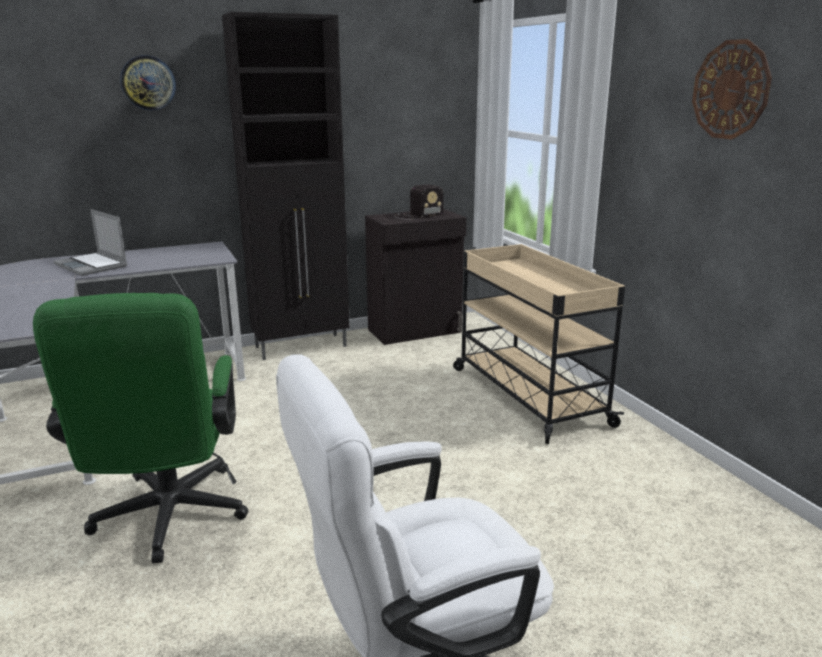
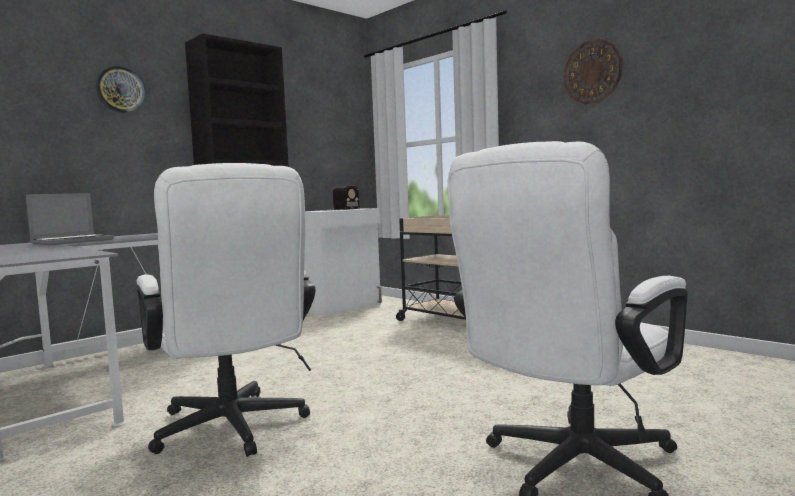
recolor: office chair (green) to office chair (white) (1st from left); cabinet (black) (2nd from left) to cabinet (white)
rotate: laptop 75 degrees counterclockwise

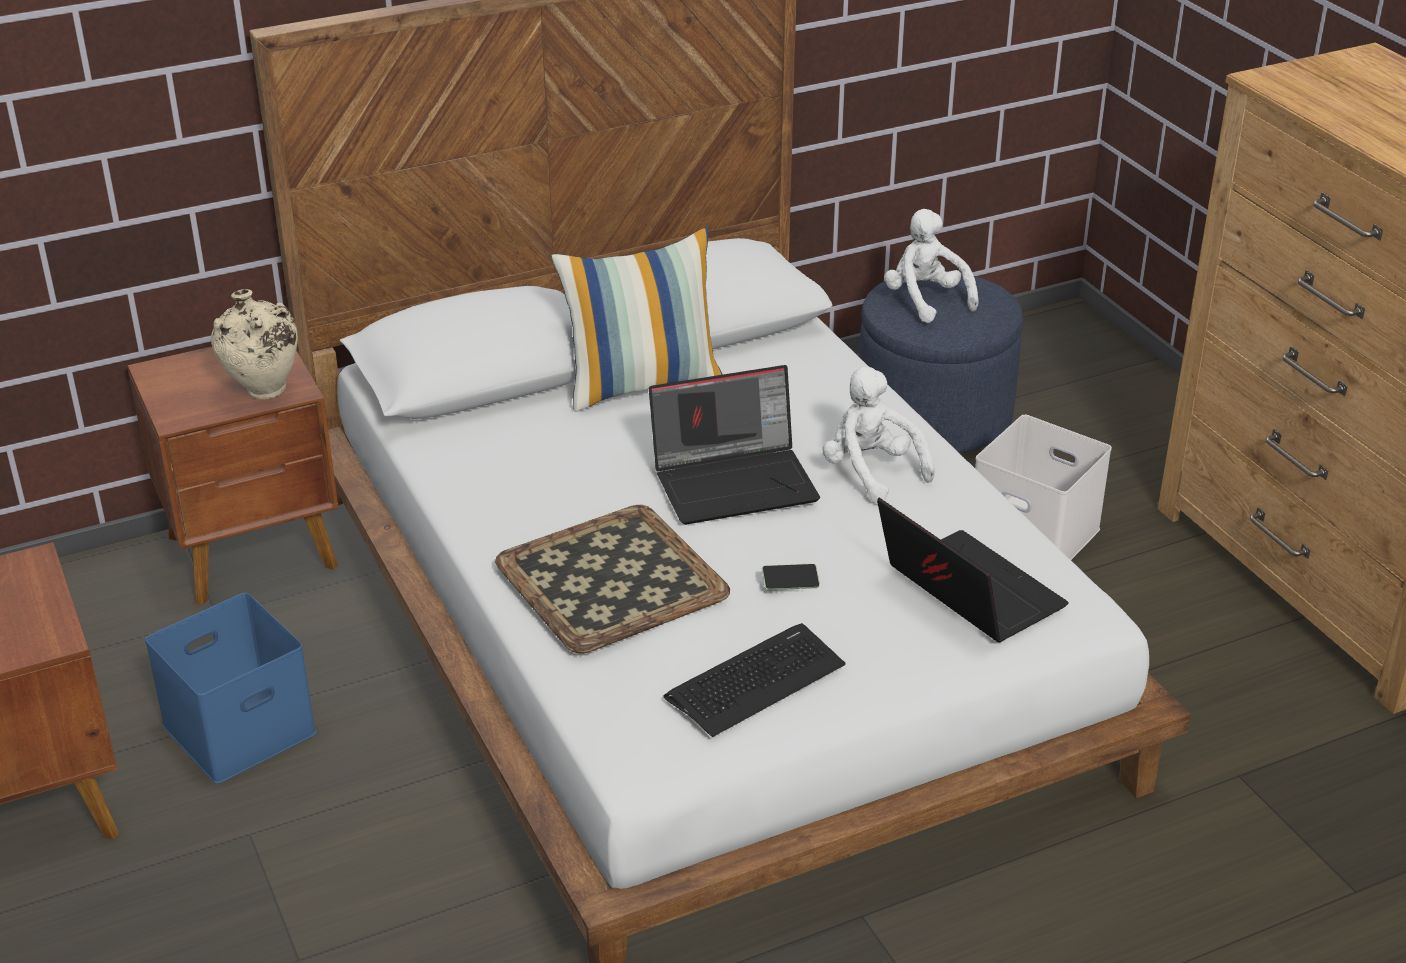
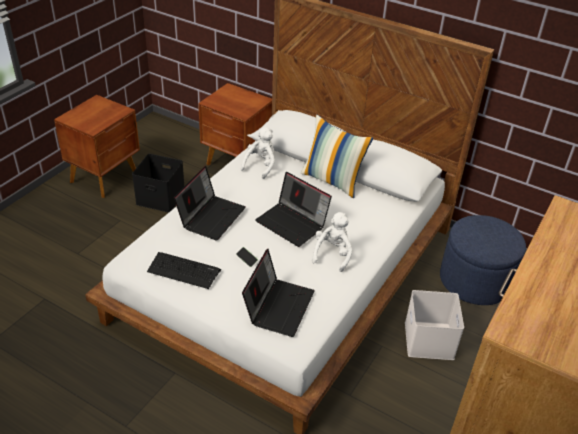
delete: vase (beige)
move: plush toy (white) (2nd from left in the first image) to plush toy (white) (1st from left)
replace: tray to laptop (1st from left)
recolor: storage box (blue) to storage box (black)

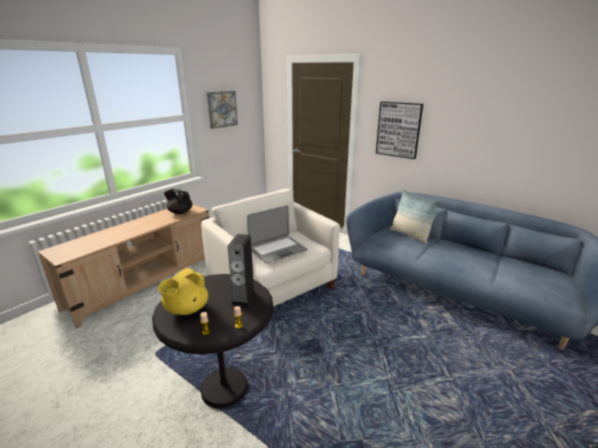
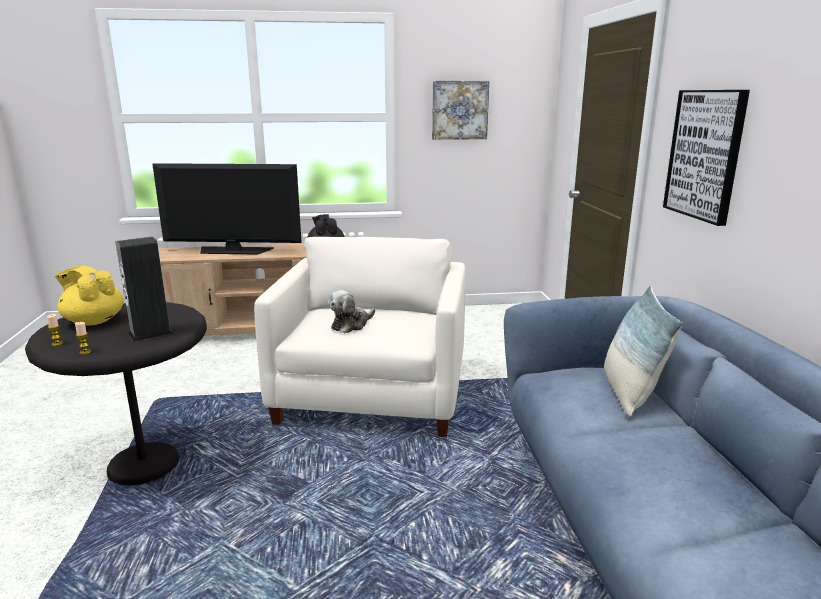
insert: television
replace: laptop to plush toy
rotate: teapot (yellow) 45 degrees clockwise

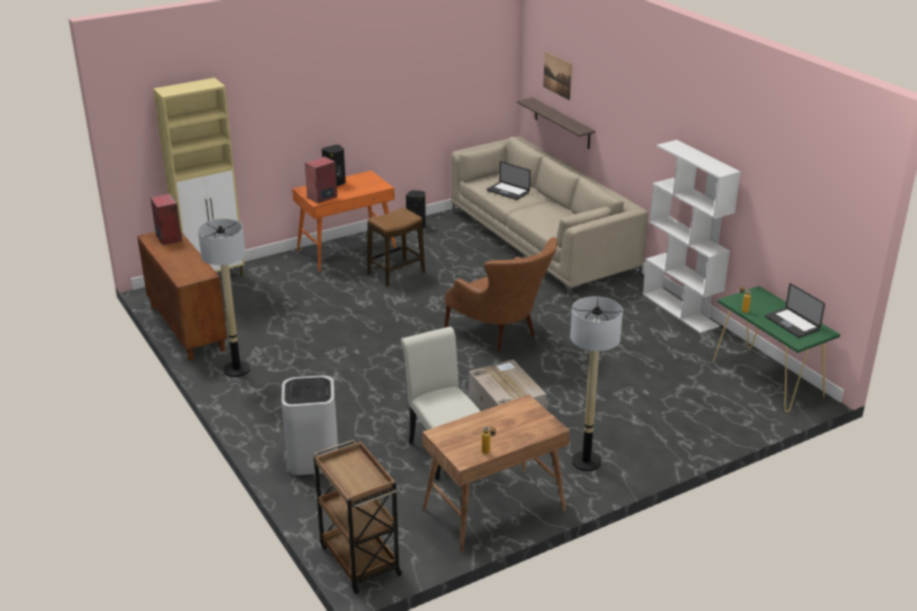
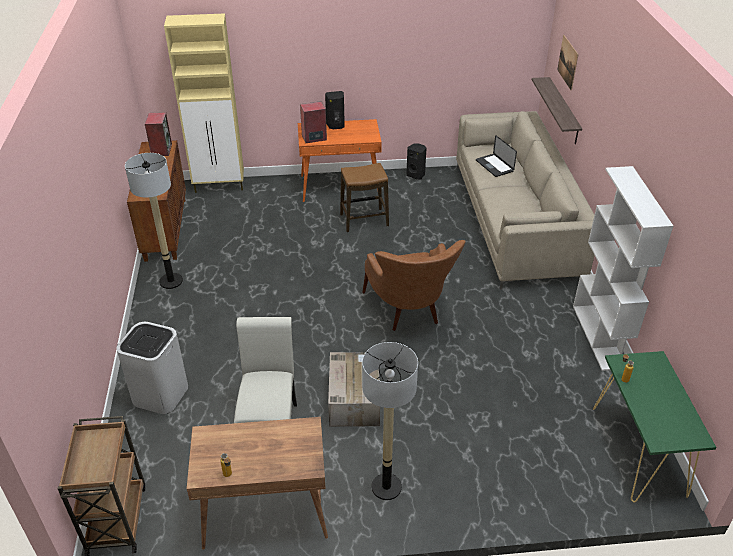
delete: laptop (2nd from left)

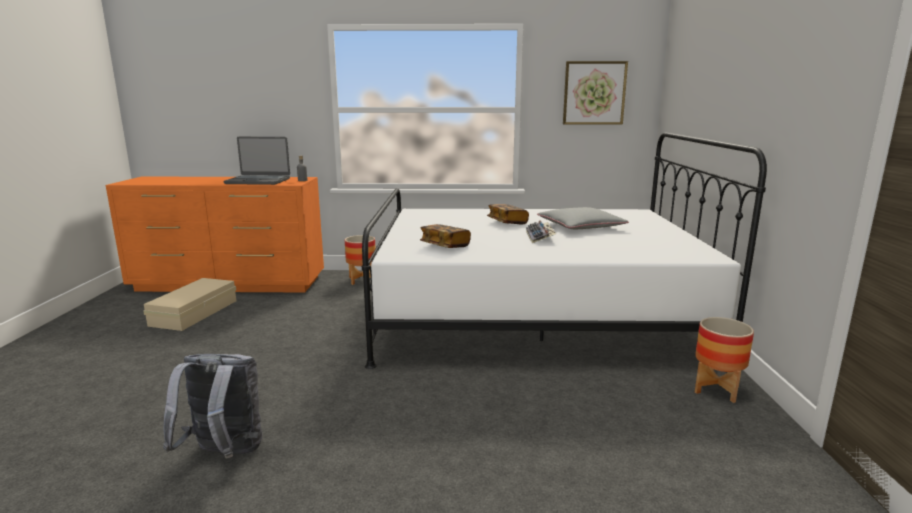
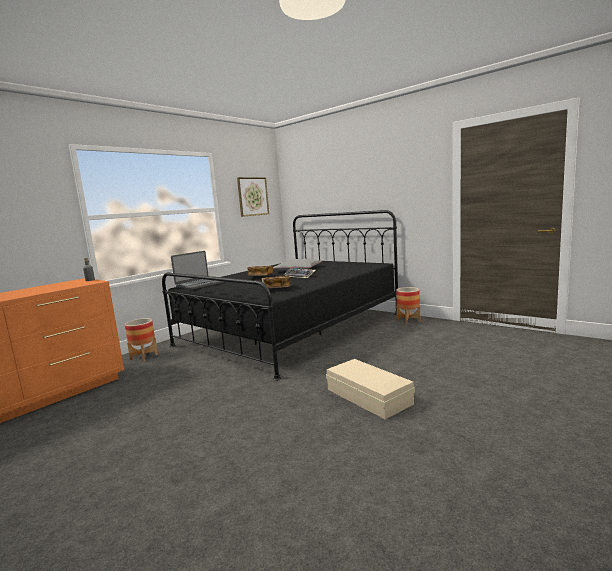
delete: backpack (grey)
move: storage box (beige); laptop
recolor: bed (white) to bed (black)

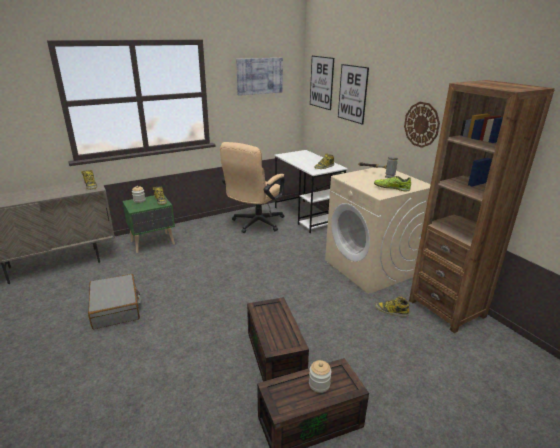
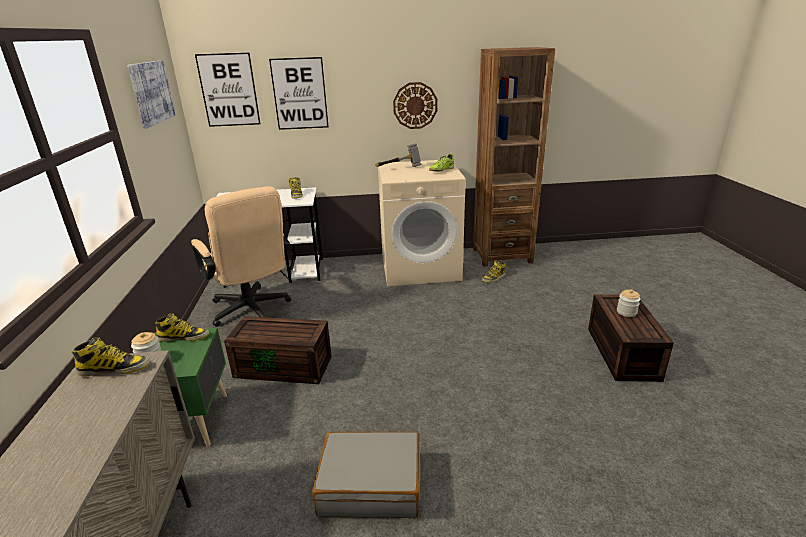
move: storage box (brown) (1st from left)

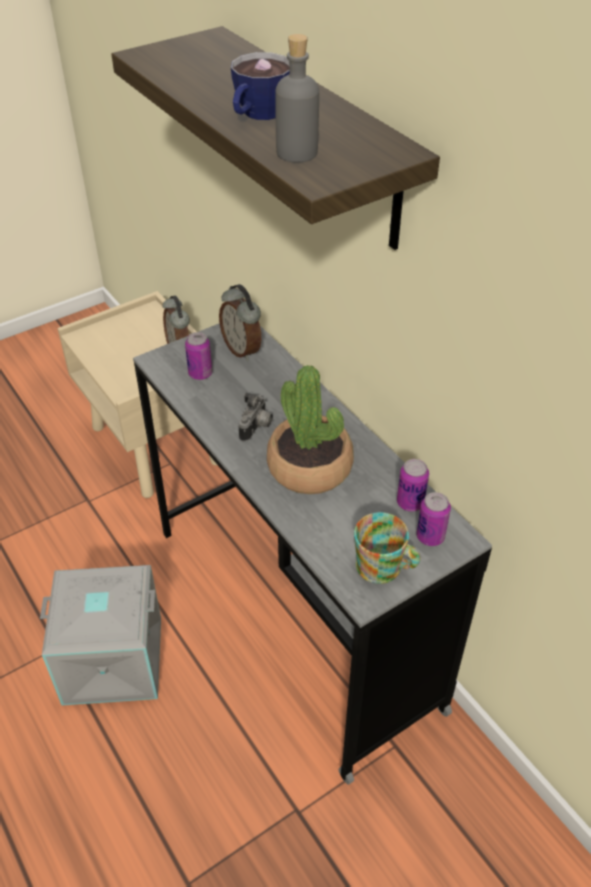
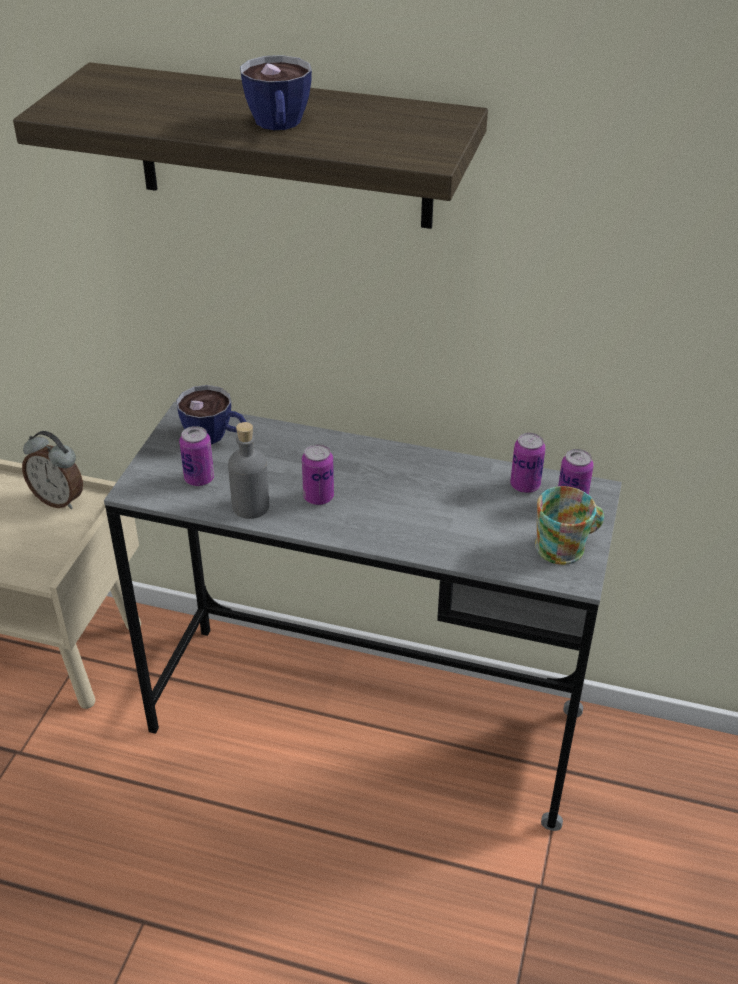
delete: storage box (grey); potted plant
move: bottle (grey)
replace: alarm clock (2nd from left) to cup (1st from left); photo camera to can (2nd from left)

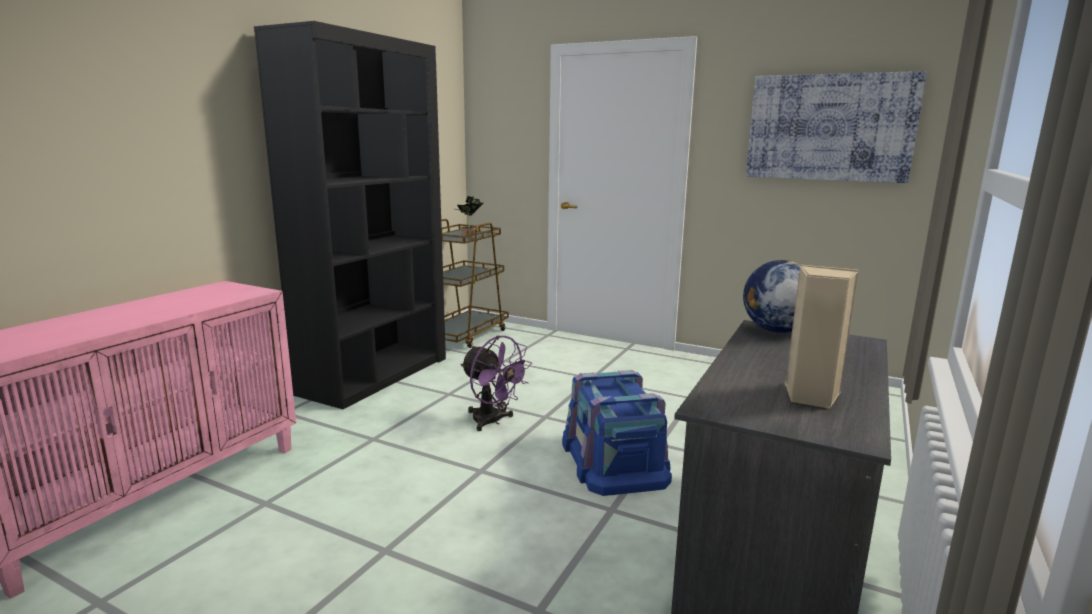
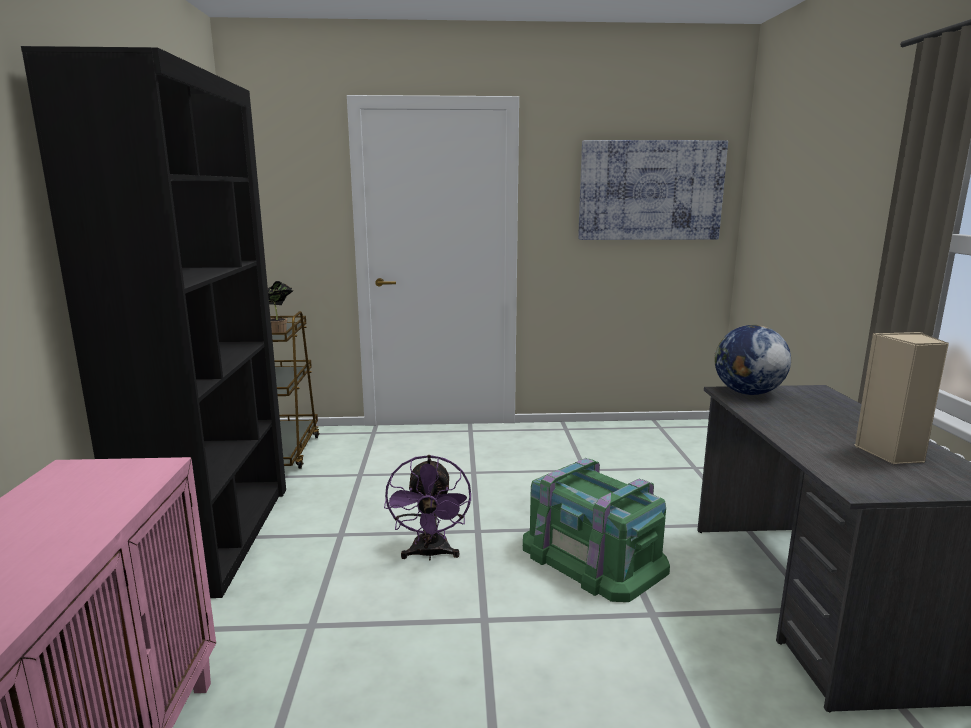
recolor: storage box (blue) to storage box (green)
rotate: fan (purple) 75 degrees clockwise

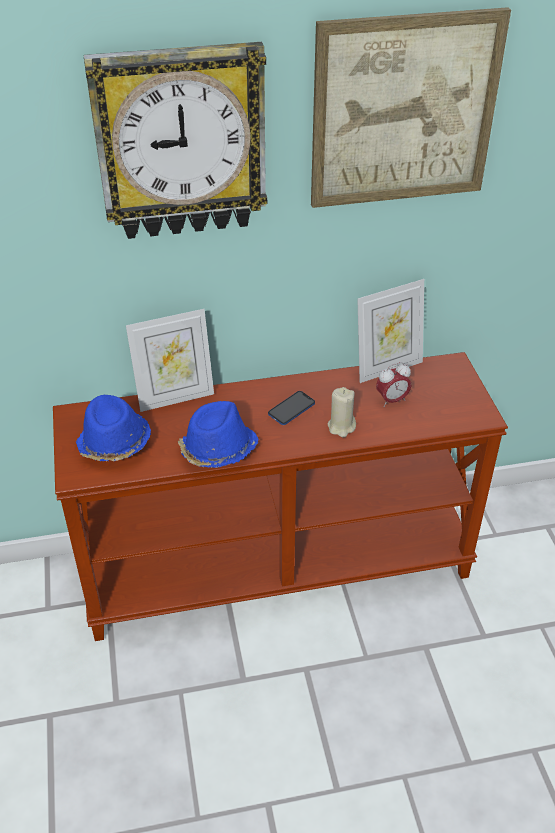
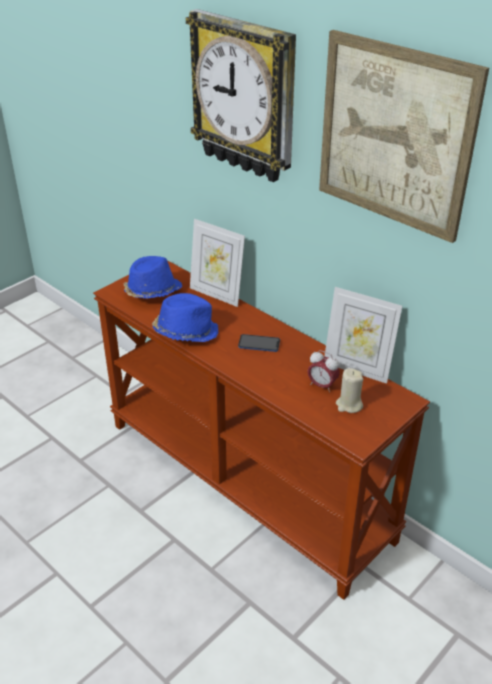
move: candle (beige)

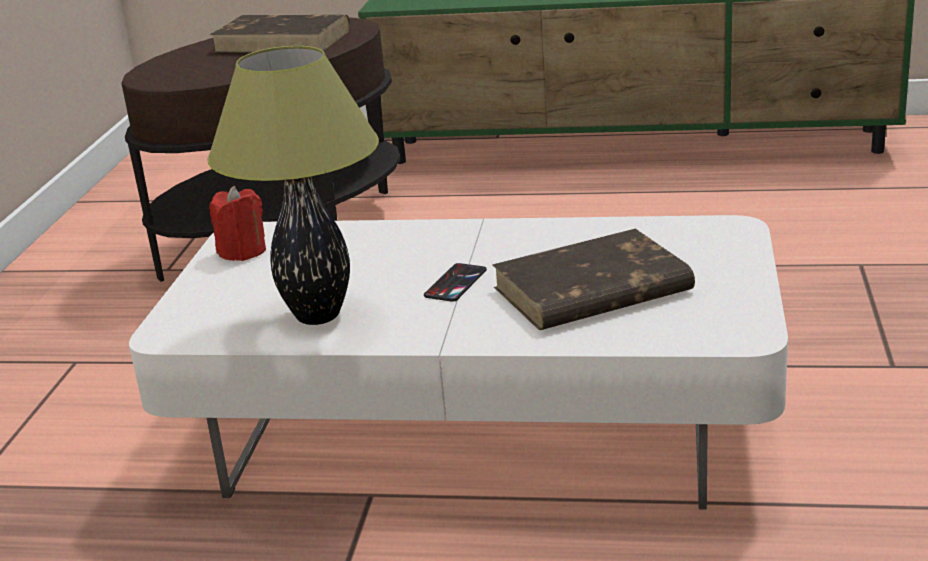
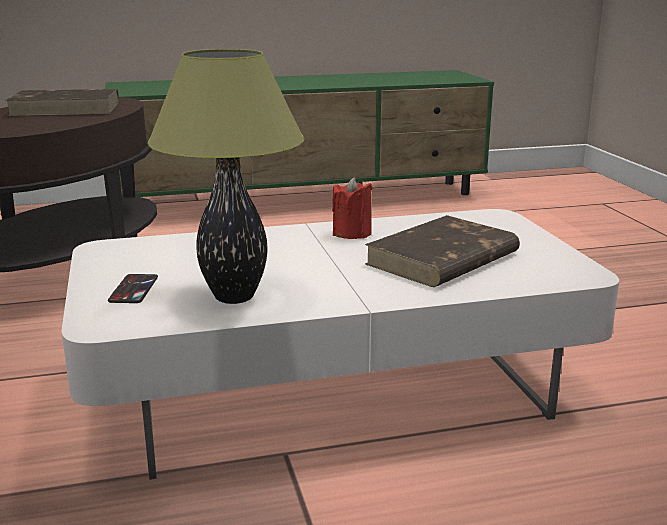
move: candle (red); phone

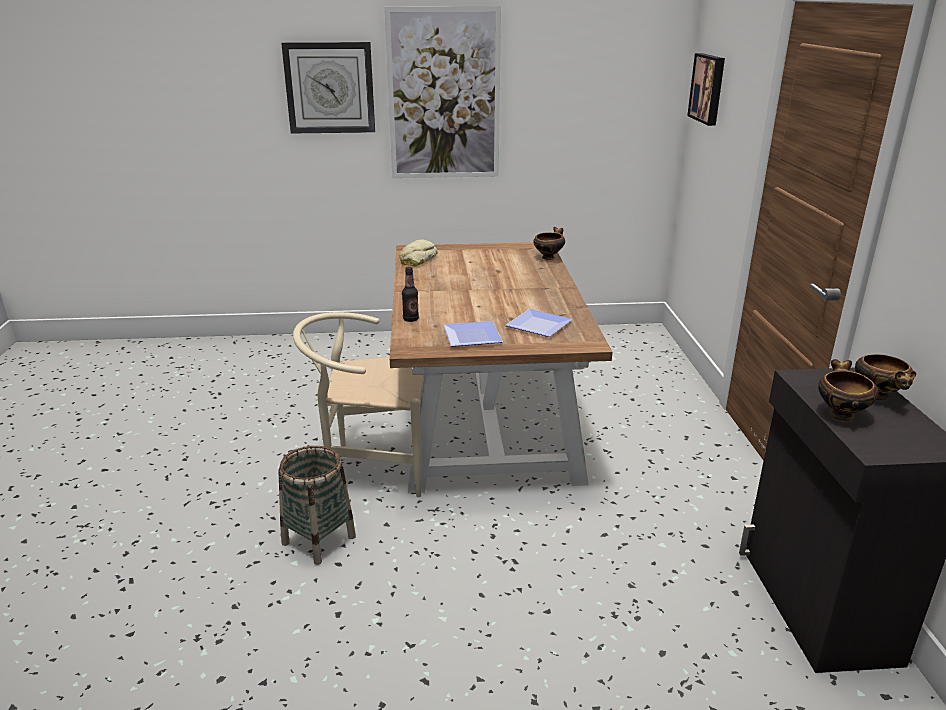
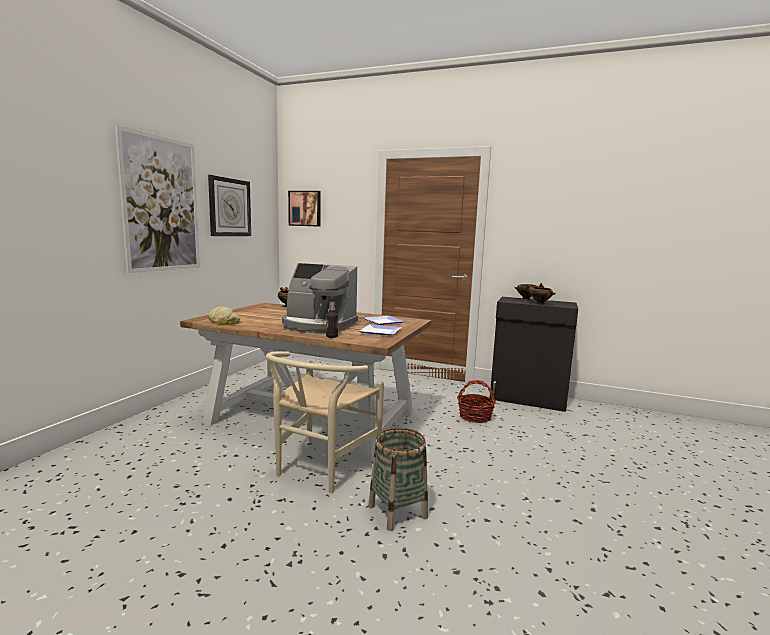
insert: coffee machine; basket (2nd from left)
move: wall clock

